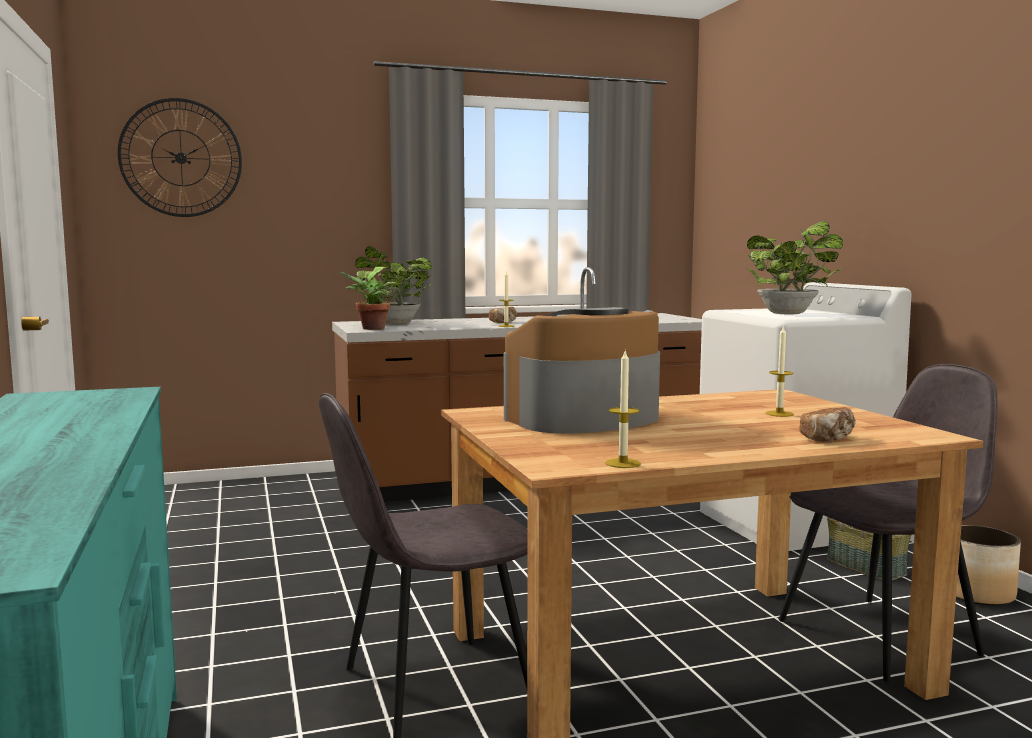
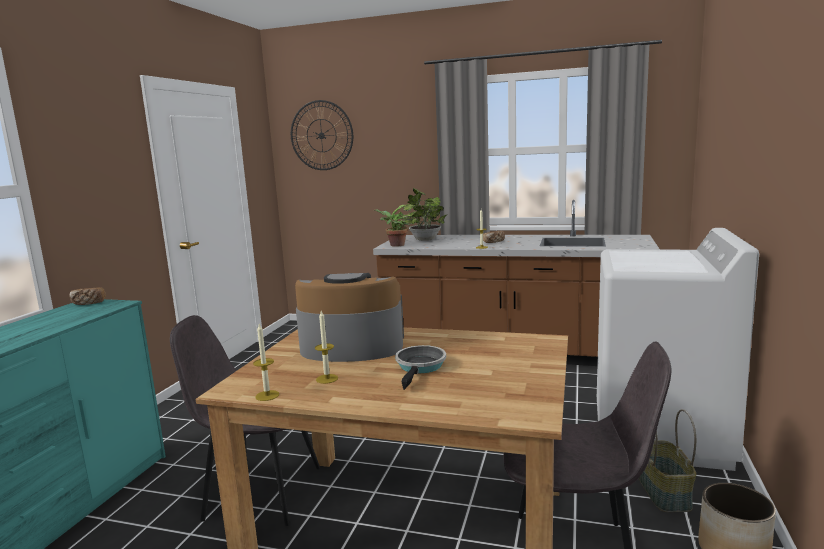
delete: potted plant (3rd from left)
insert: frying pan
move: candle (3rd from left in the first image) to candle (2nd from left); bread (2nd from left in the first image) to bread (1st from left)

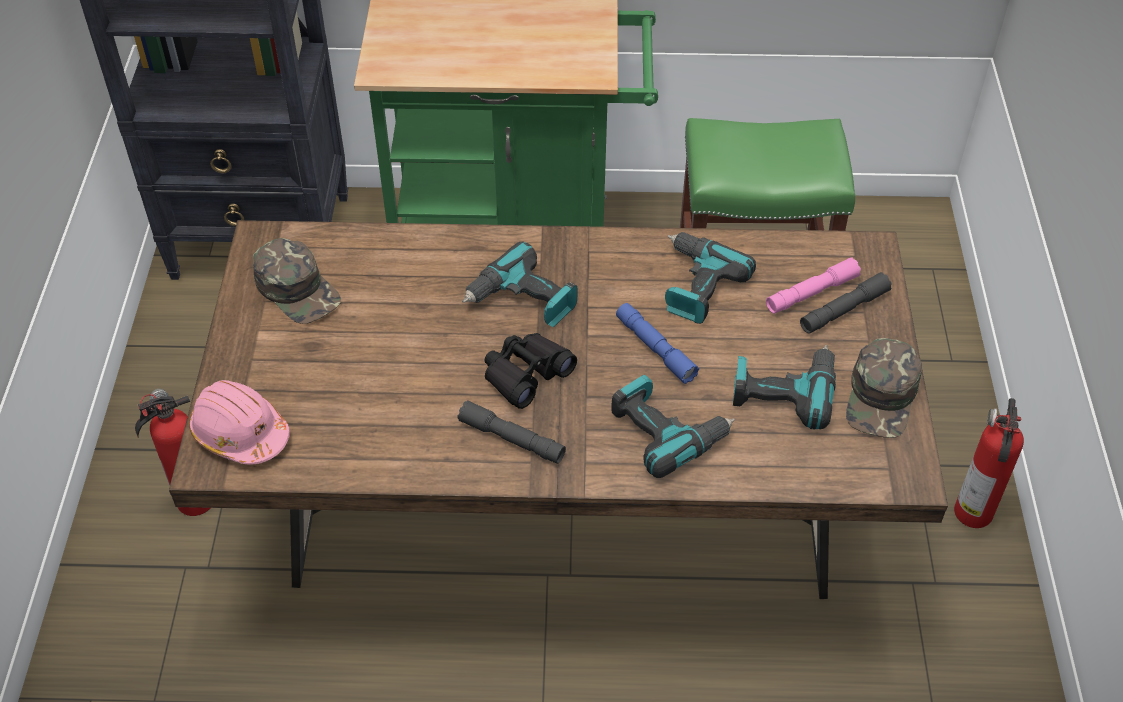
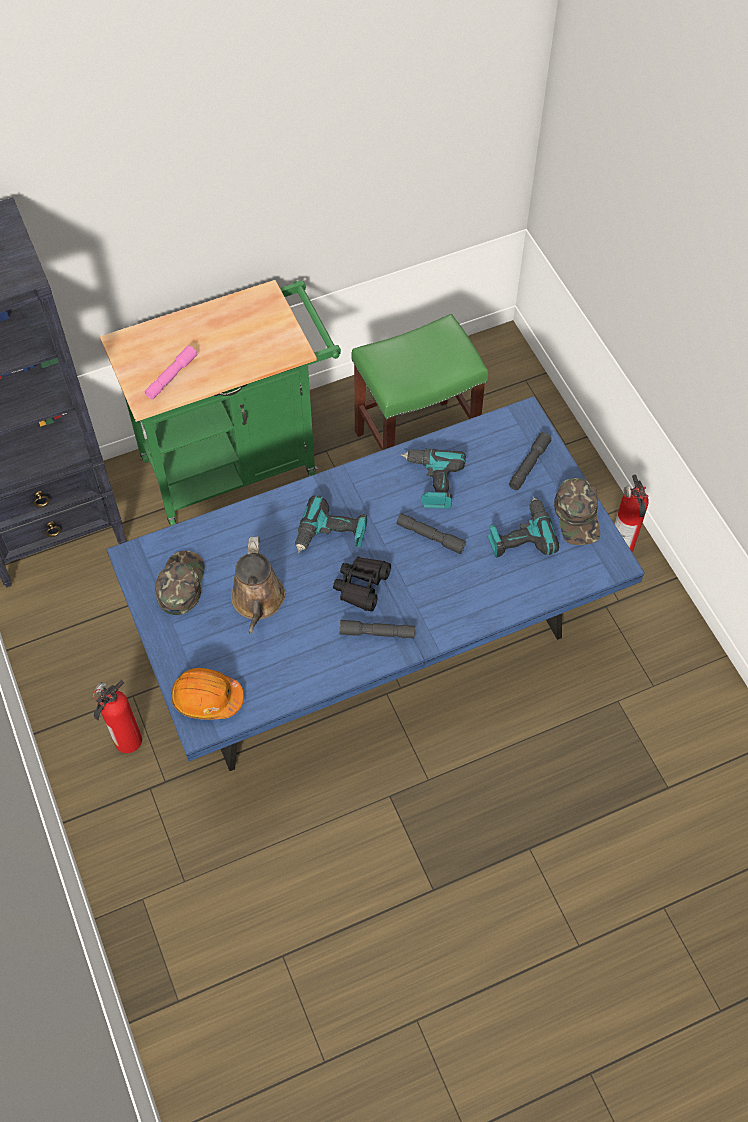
delete: power drill (2nd from left)
insert: watering can (brown)
move: flashlight (pink)
recolor: dining table (brown) to dining table (blue); hard hat (pink) to hard hat (orange); flashlight (blue) to flashlight (grey) (2nd from left)
rotate: cap (green) (1st from left) 105 degrees counterclockwise

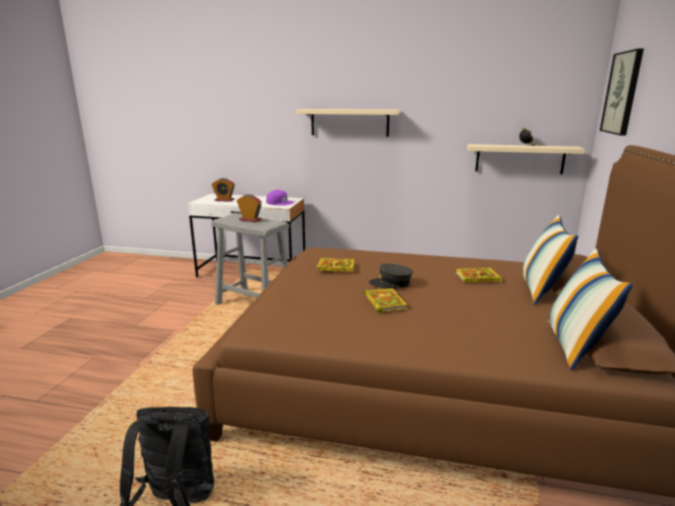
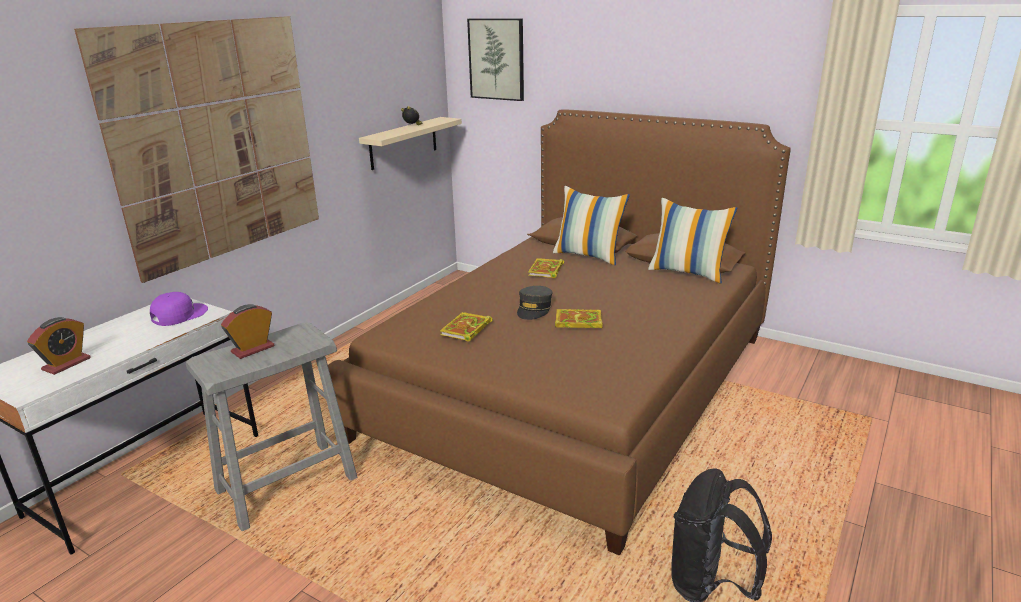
replace: shelf (beige) (1st from left) to picture (1st from left)

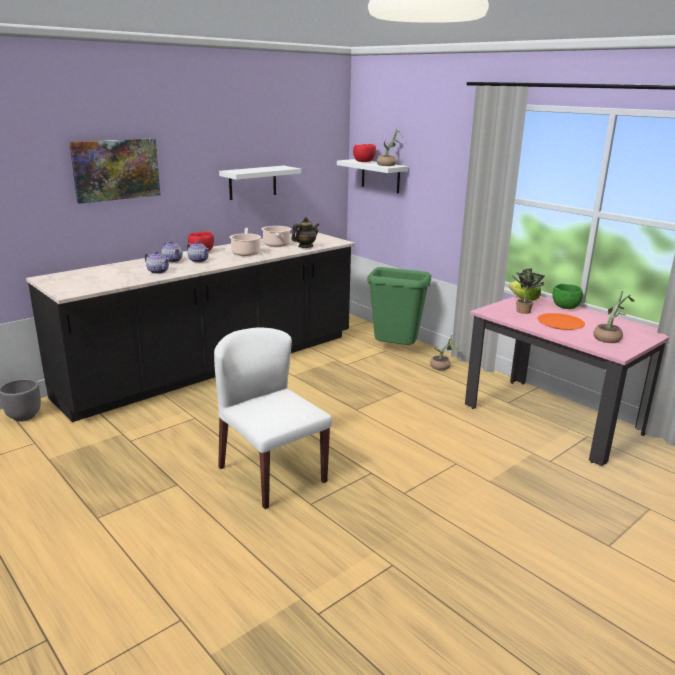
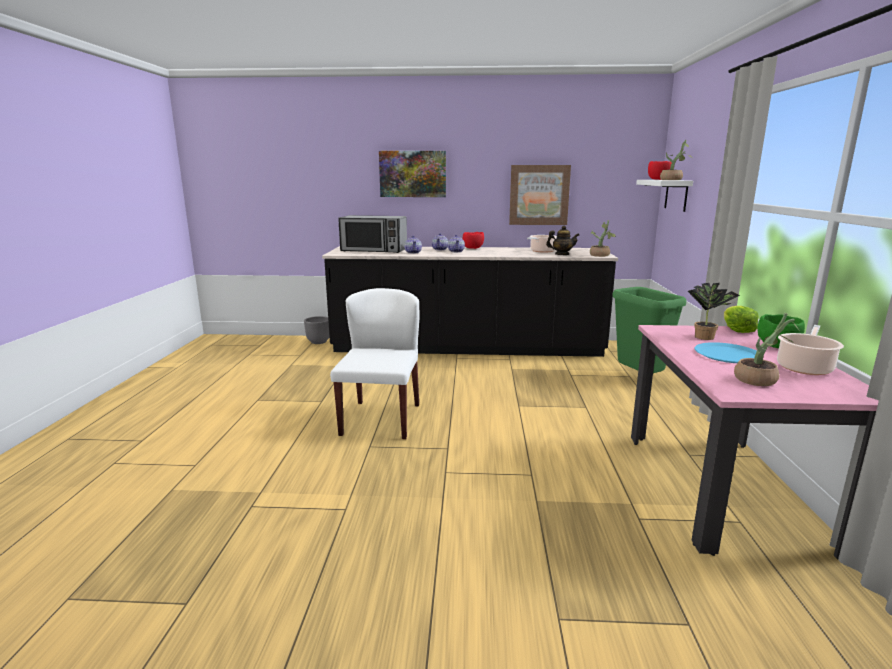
insert: microwave
move: cooking pot (1st from left in the first image) to cooking pot (2nd from left); potted plant (2nd from left in the first image) to potted plant (1st from left)
replace: shelf (white) (1st from left) to picture (2nd from left)
recolor: plate (orange) to plate (blue)

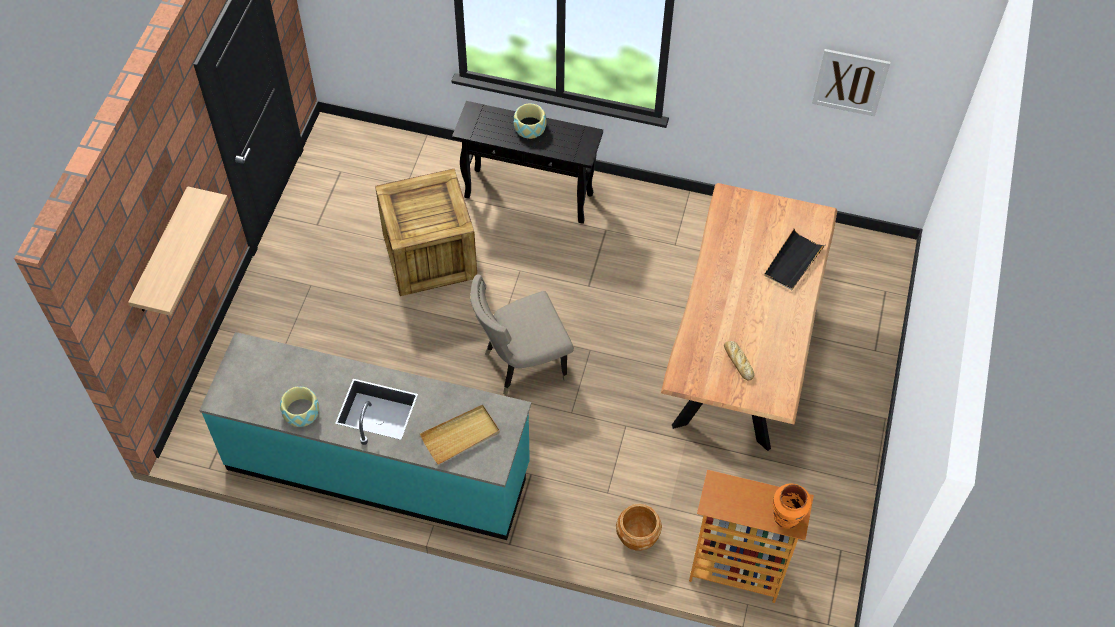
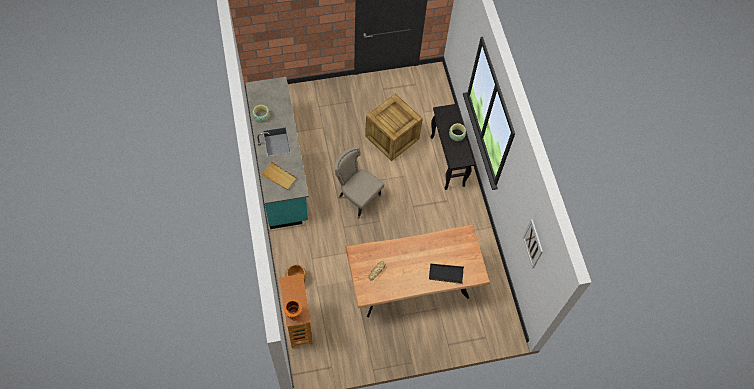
delete: shelf

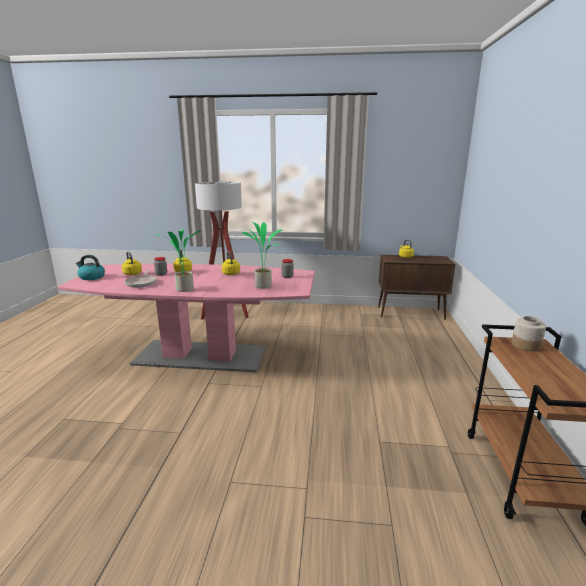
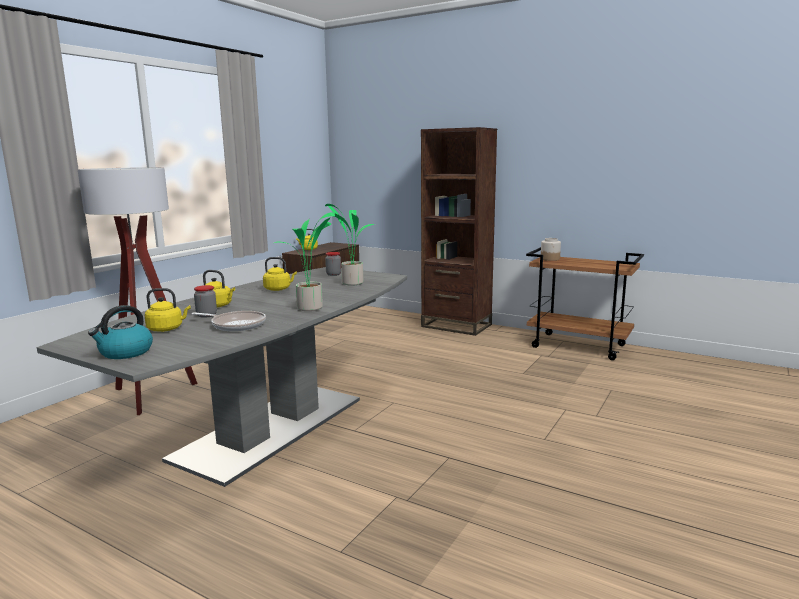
insert: bookcase (brown)
recolor: dining table (pink) to dining table (grey)

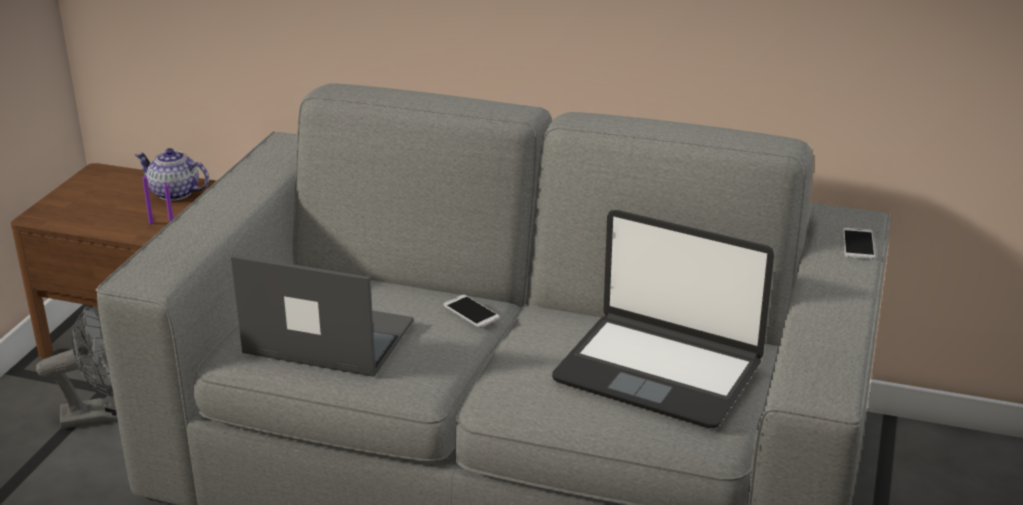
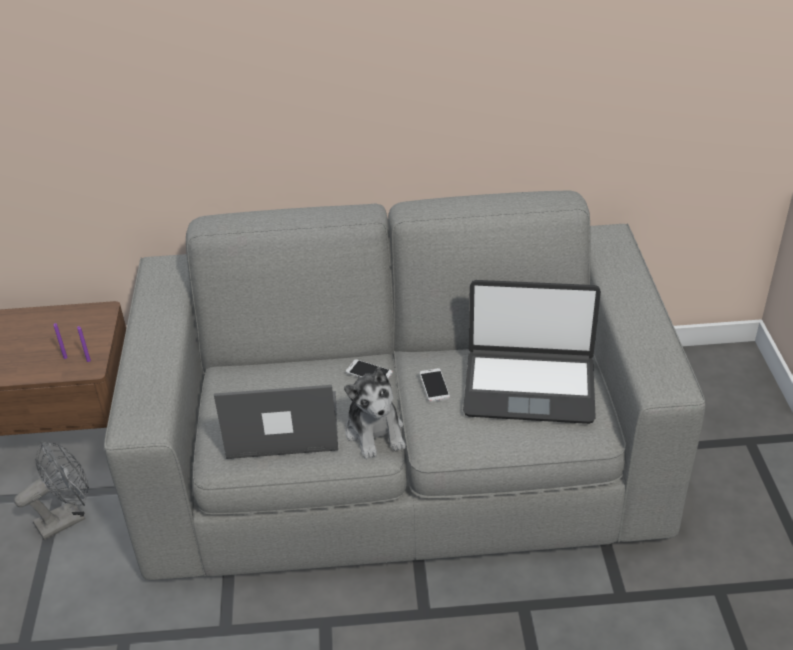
delete: teapot
insert: plush toy
move: phone (2nd from left)

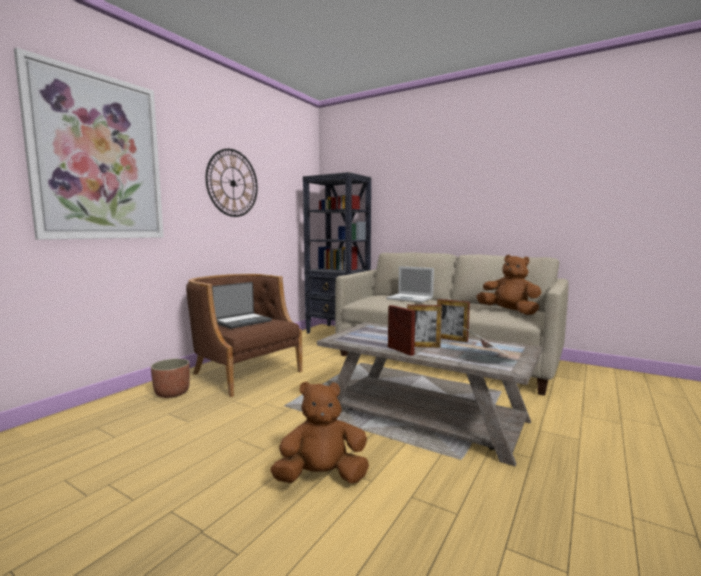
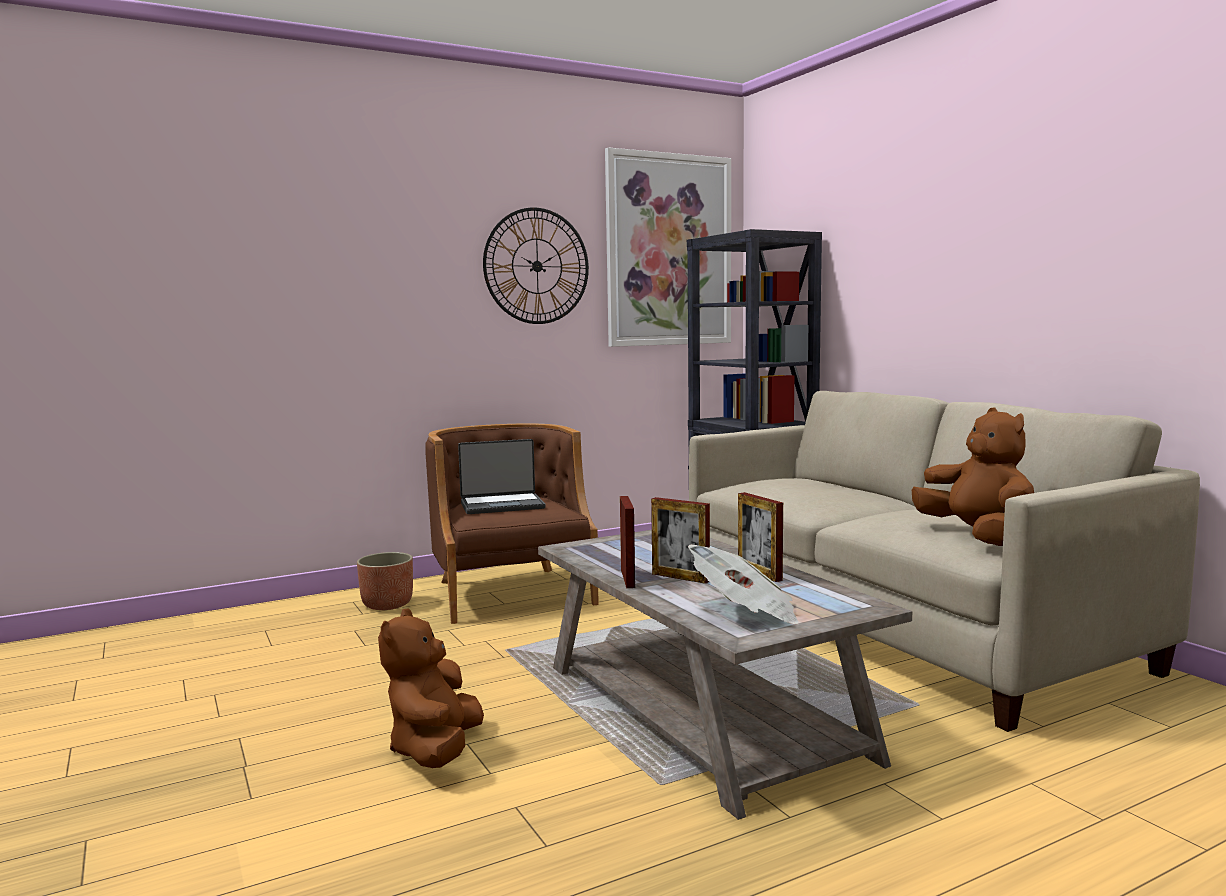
delete: laptop (2nd from left)
move: picture
rotate: plush toy (brown) (1st from left) 105 degrees counterclockwise

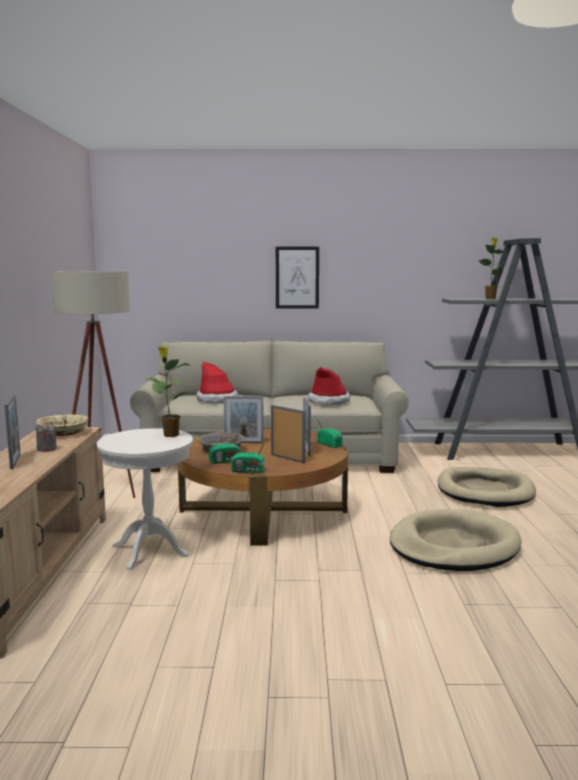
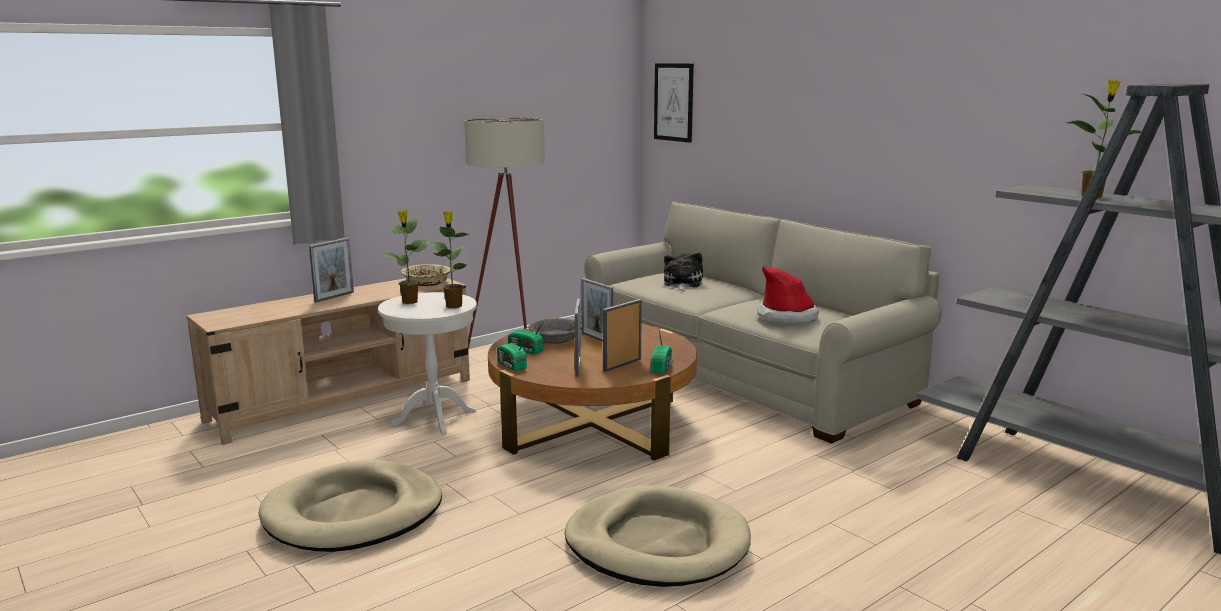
delete: candle (grey)
insert: potted plant (1st from left)
move: picture; dog bed (beige) (2nd from left in the first image) to dog bed (beige) (1st from left)
replace: hat (1st from left) to plush toy

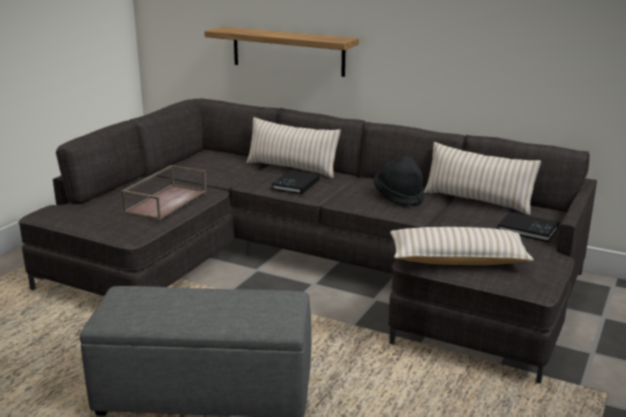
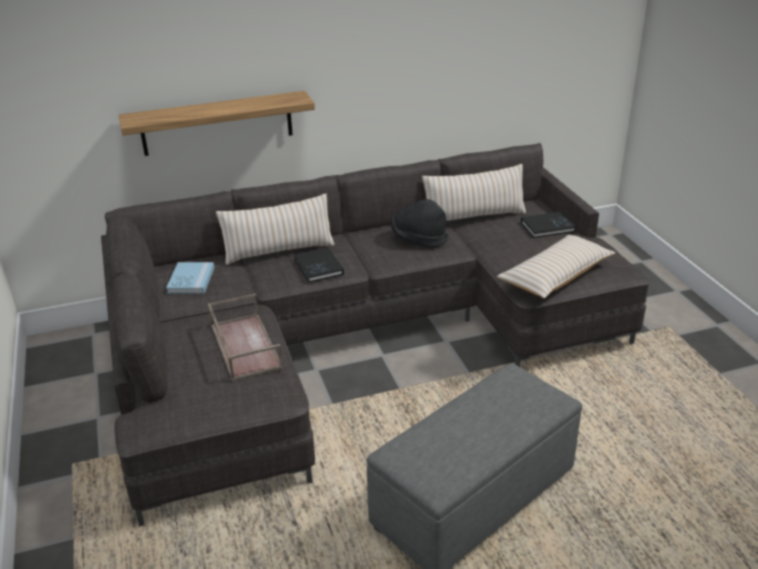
insert: book (blue)

